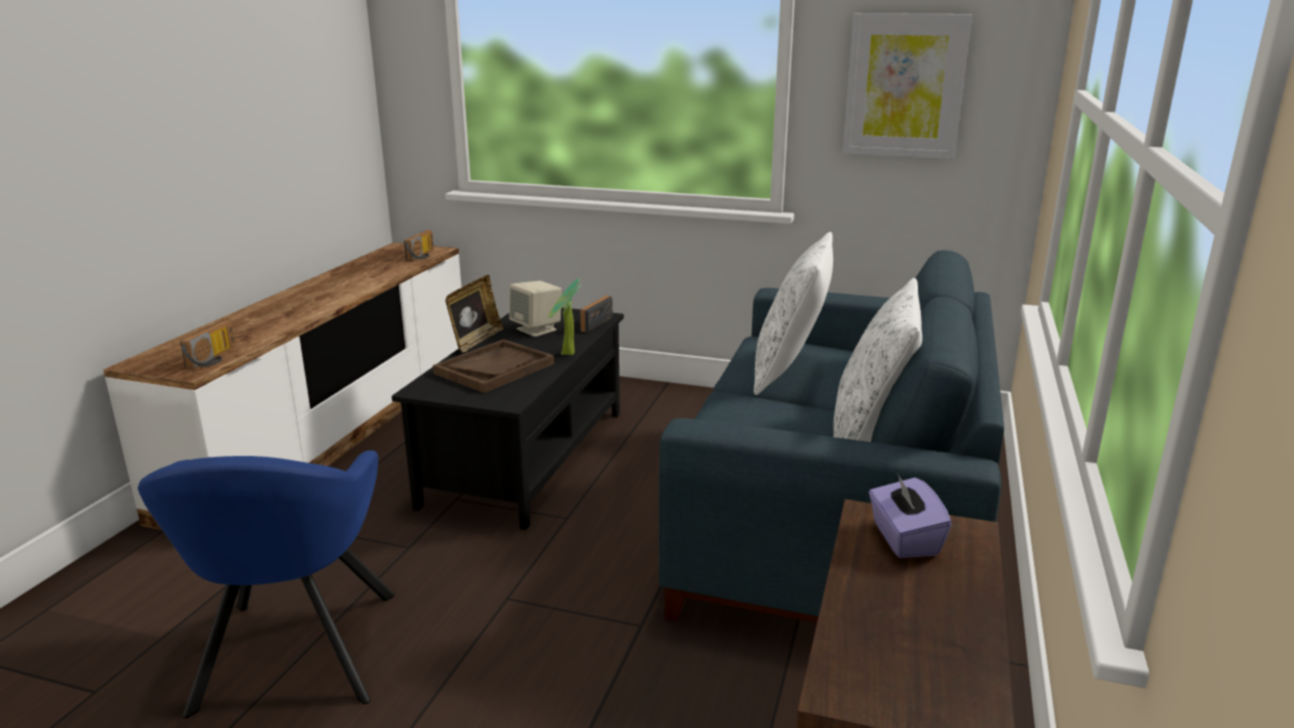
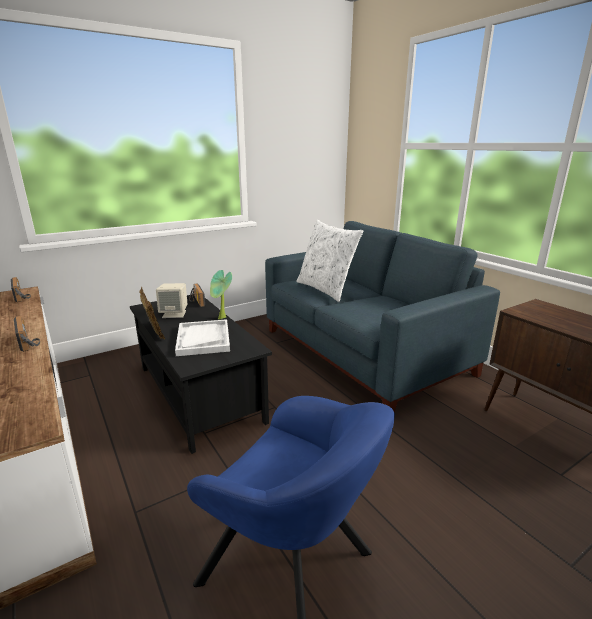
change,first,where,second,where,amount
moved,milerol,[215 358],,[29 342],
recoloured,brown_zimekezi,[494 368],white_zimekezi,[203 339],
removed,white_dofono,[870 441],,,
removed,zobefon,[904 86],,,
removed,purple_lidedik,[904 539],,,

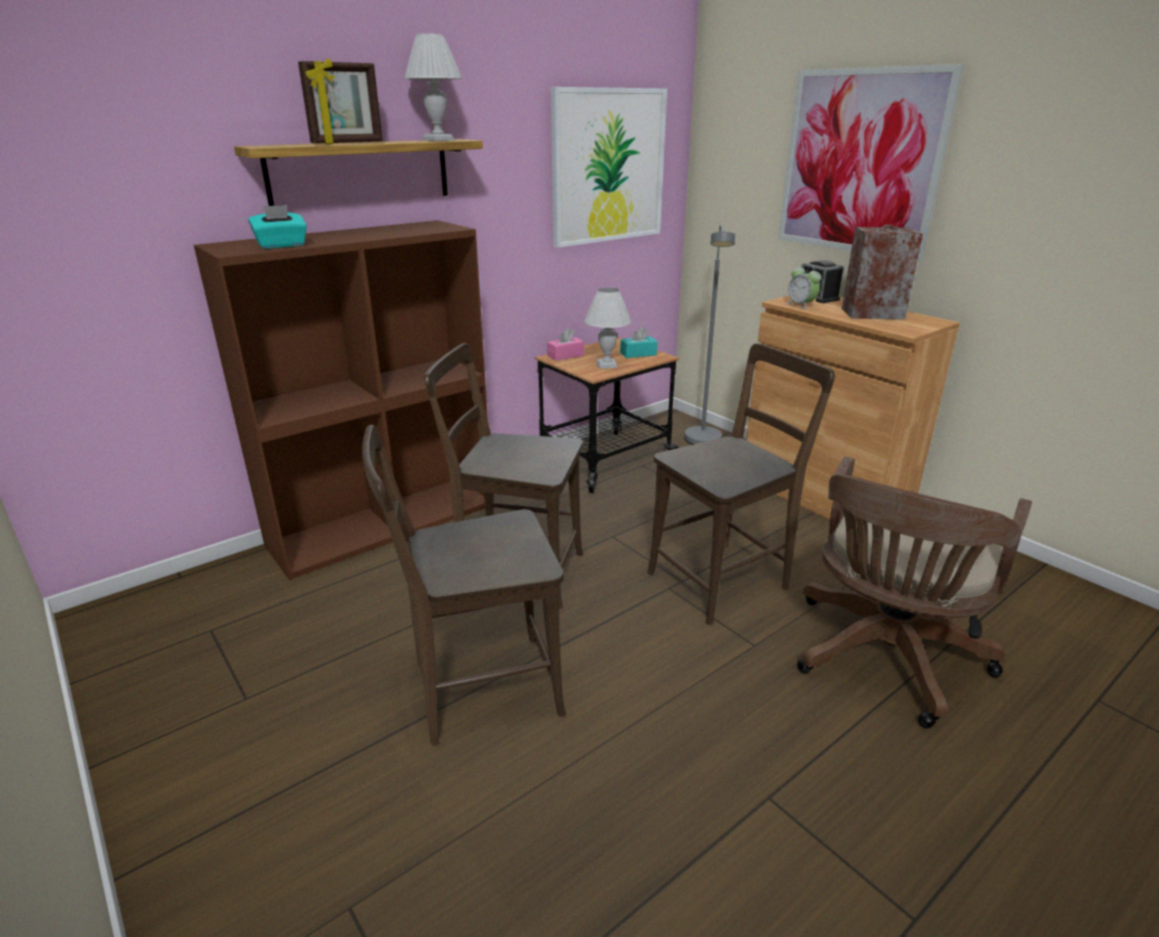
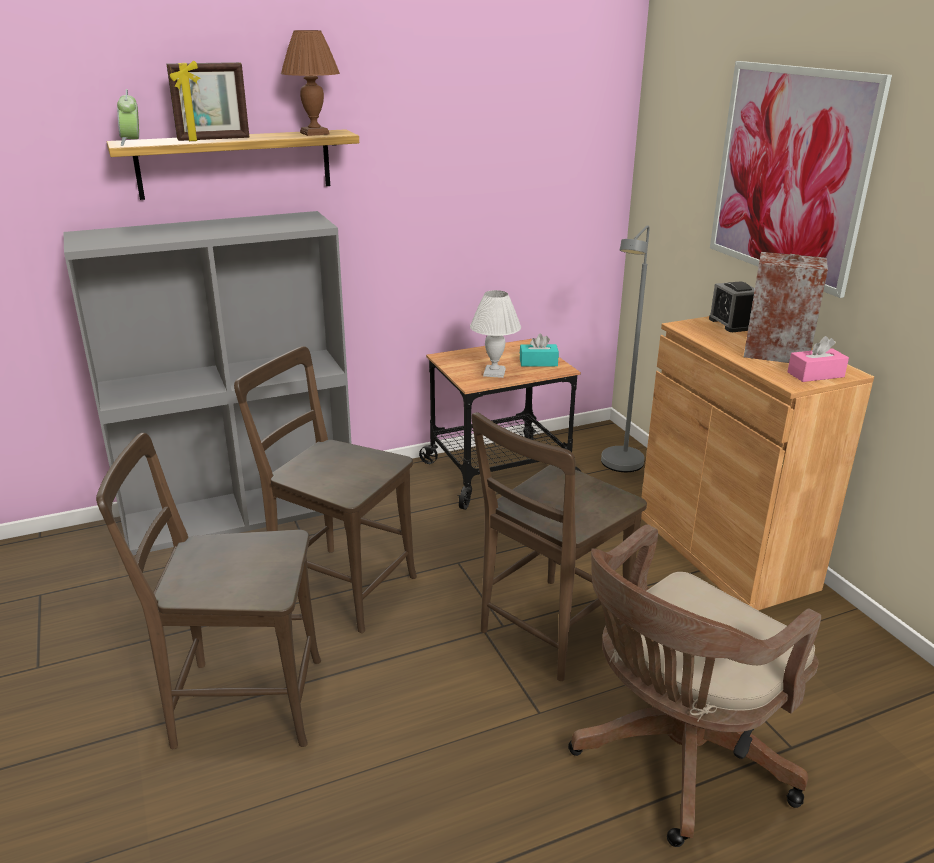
change,first,where,second,where,amount
recoloured,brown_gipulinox,[385 523],grey_gipulinox,[242 512],
removed,turquoise_lidedik,[281 245],,,
recoloured,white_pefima,[437 140],brown_pefima,[314 133],
moved,pink_lidedik,[565 355],,[815 374],
removed,zobefon,[608 166],,,
turned,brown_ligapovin,[723 579],,[549 631],150 degrees clockwise
moved,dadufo,[801 305],,[132 143],

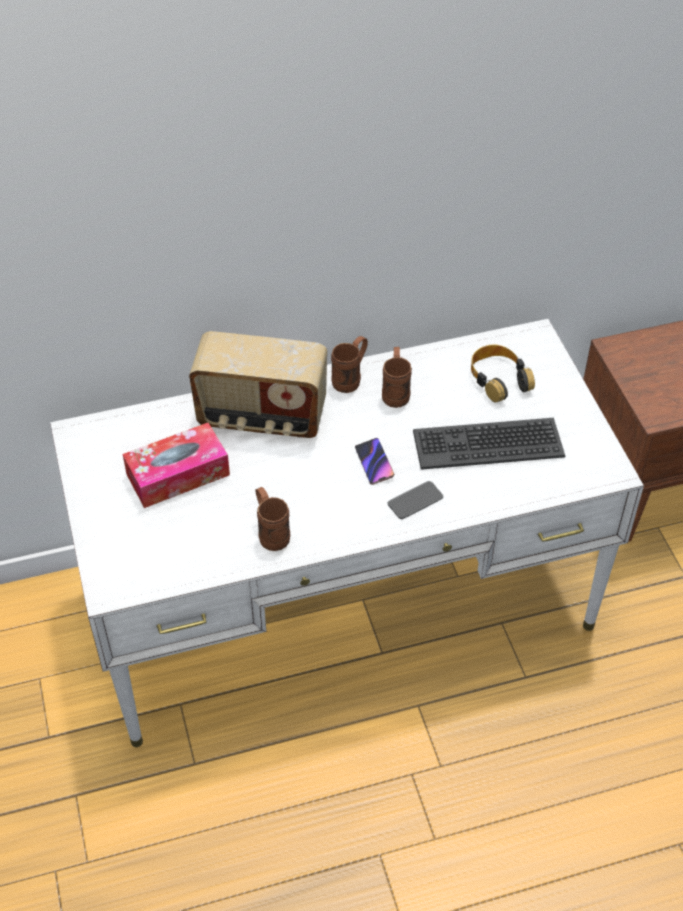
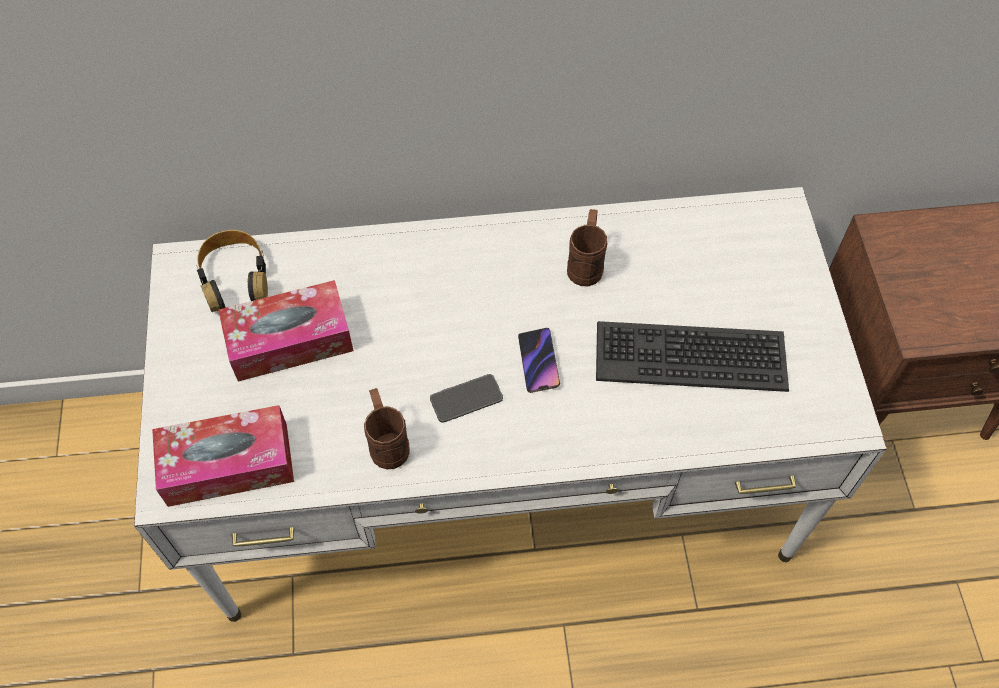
change,first,where,second,where,amount
removed,milerol,[262 417],,,
removed,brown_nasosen,[351 379],,,
moved,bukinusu,[415 501],,[466 399],
moved,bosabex,[499 379],,[234 277],
added,,,lidedik,[228 464],

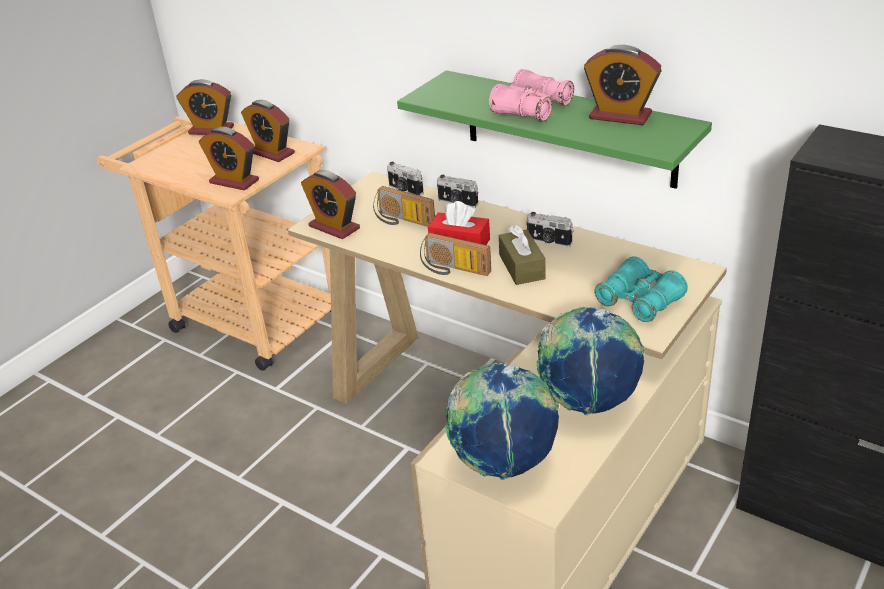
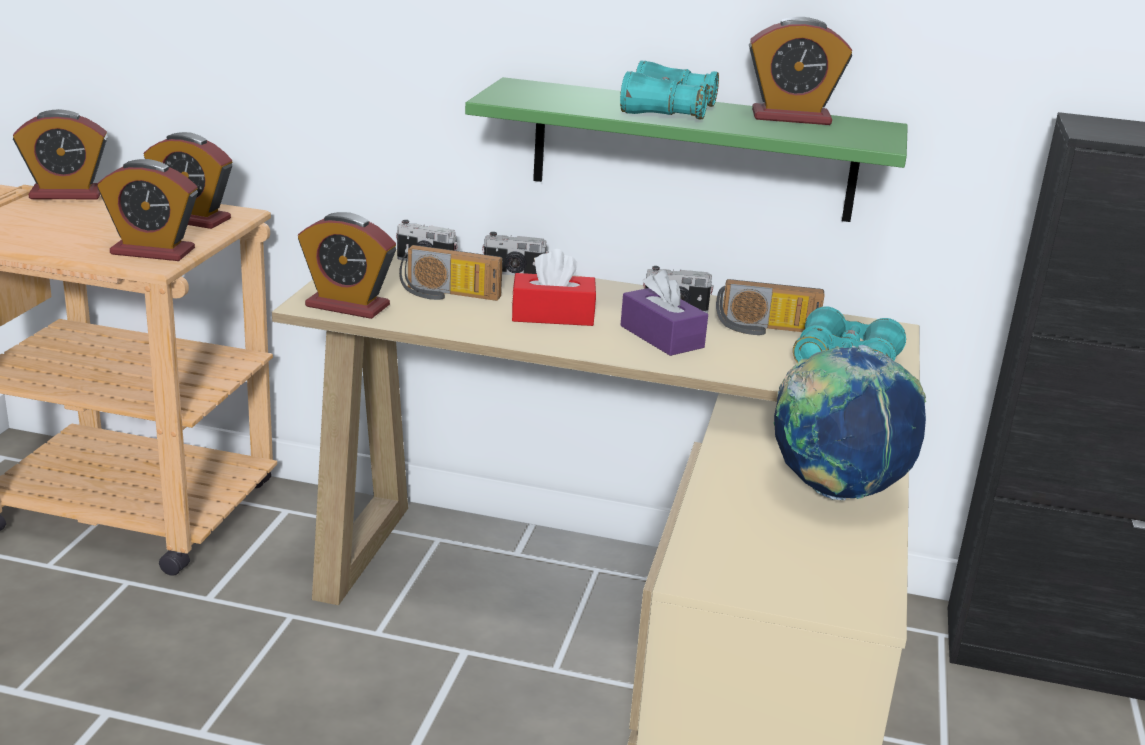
change,first,where,second,where,amount
moved,milerol,[453 270],,[765 330],
removed,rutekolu,[503 462],,,
recoloured,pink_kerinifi,[531 109],turquoise_kerinifi,[667 110],
recoloured,brown_lidedik,[522 267],purple_lidedik,[661 336],

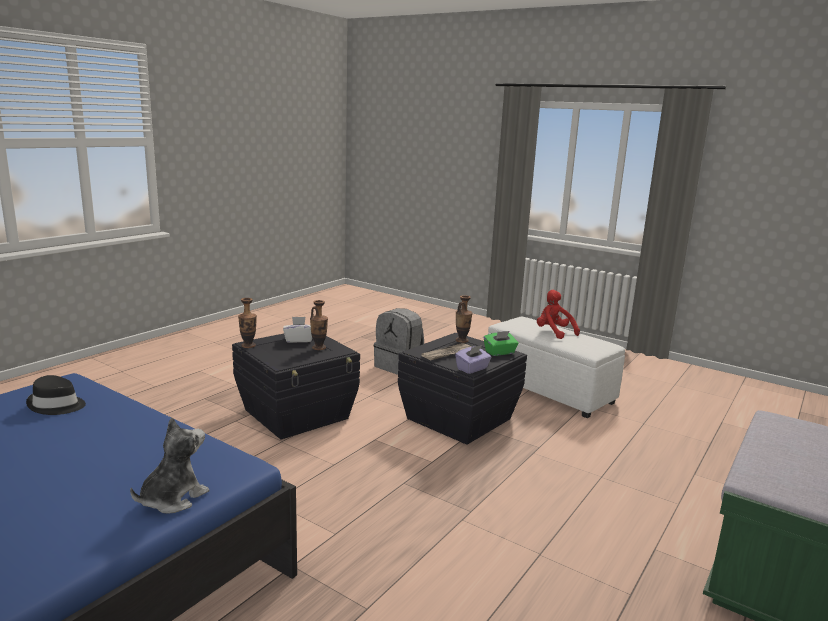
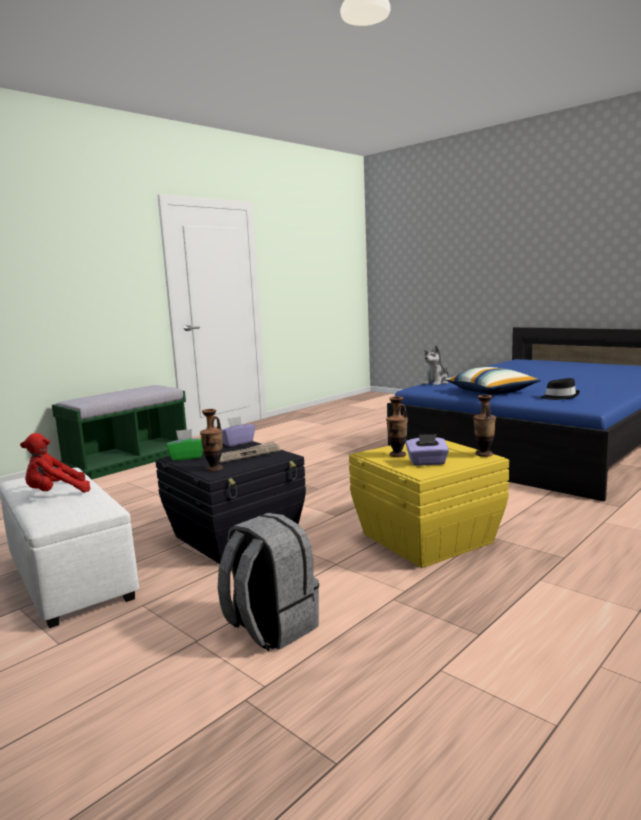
change,first,where,second,where,amount
recoloured,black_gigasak,[297 414],yellow_gigasak,[425 538],
recoloured,white_lidedik,[298 340],purple_lidedik,[427 462],
turned,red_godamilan,[554 332],,[55 494],90 degrees clockwise
added,,,dofono,[491 392],

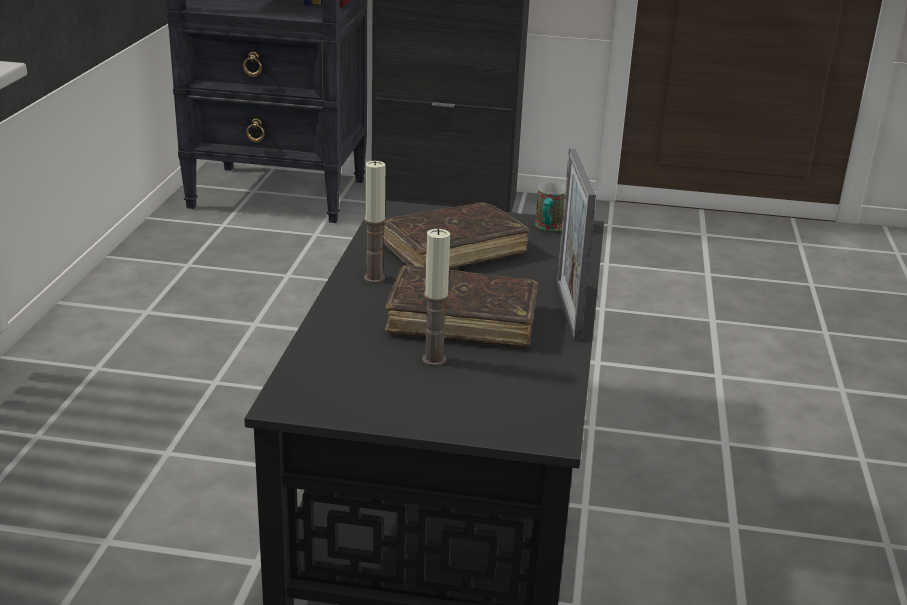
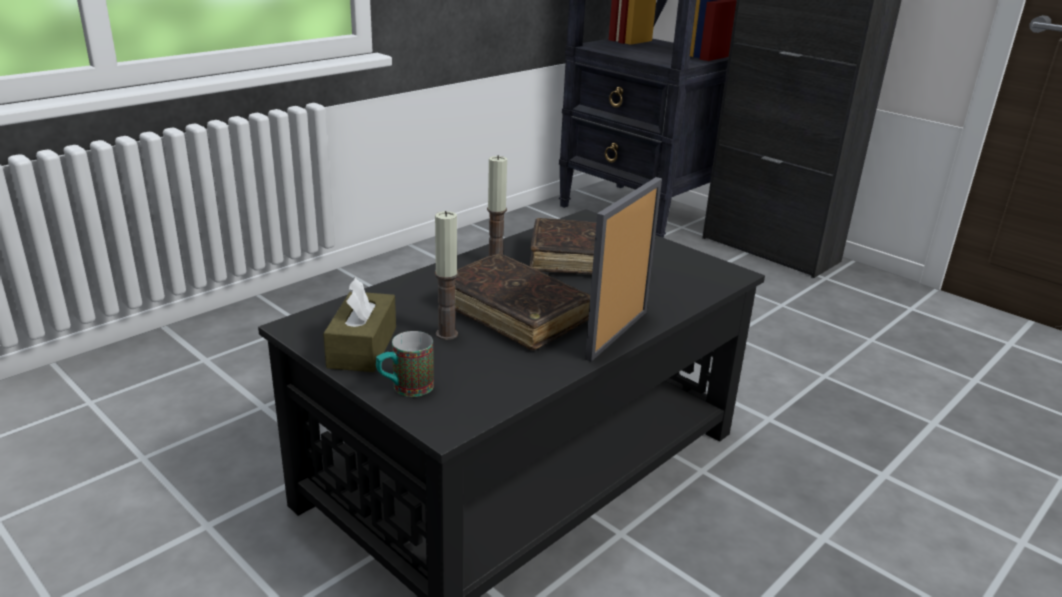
change,first,where,second,where,amount
moved,nasosen,[548 228],,[405 389],
added,,,brown_lidedik,[362 347],

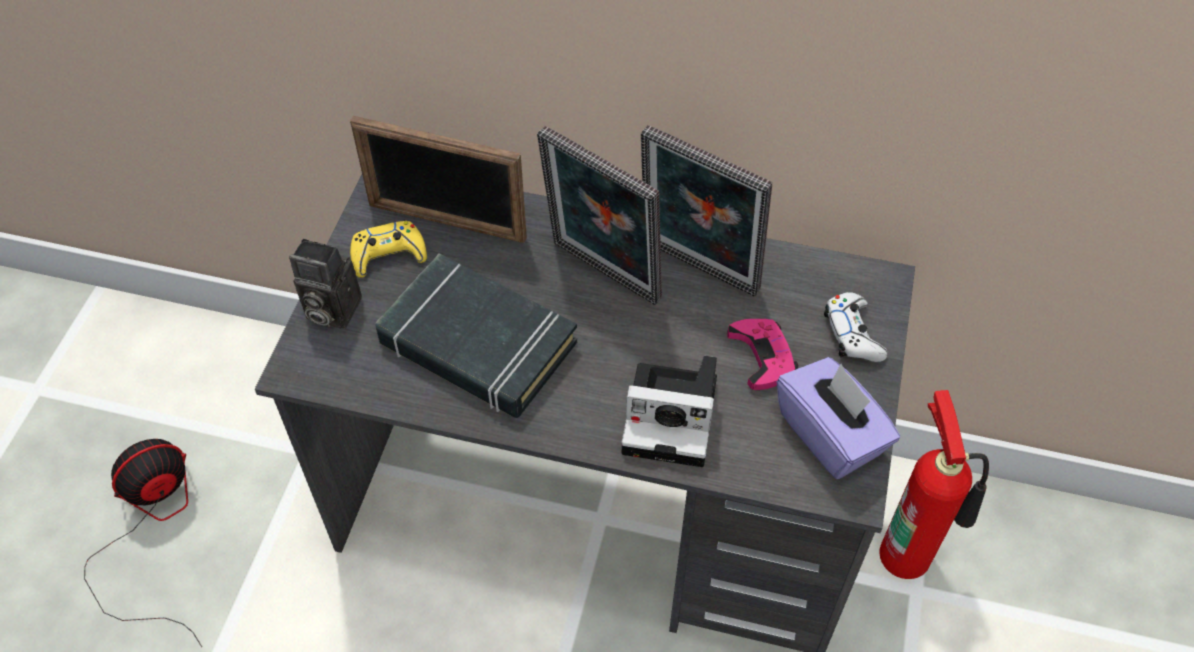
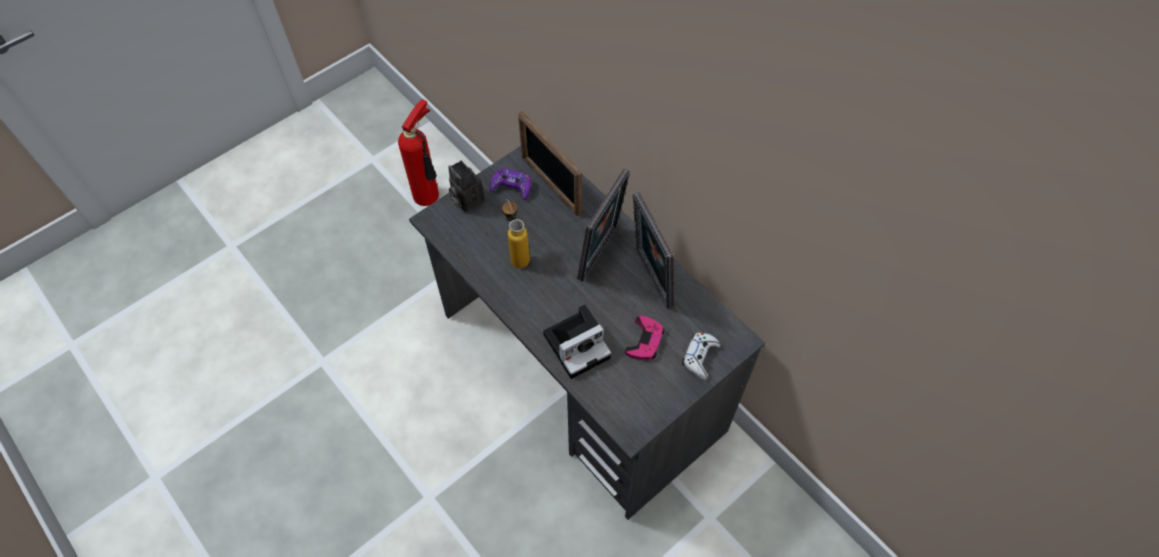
change,first,where,second,where,amount
removed,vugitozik,[152 530],,,
recoloured,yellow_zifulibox,[388 255],purple_zifulibox,[512 187],
replaced,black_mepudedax,[477 344],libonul,[517 254],
turned,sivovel,[601 275],,[601 254],135 degrees counterclockwise
turned,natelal,[674 416],,[578 344],75 degrees counterclockwise
removed,purple_lidedik,[830 434],,,
moved,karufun,[909 551],,[429 195],

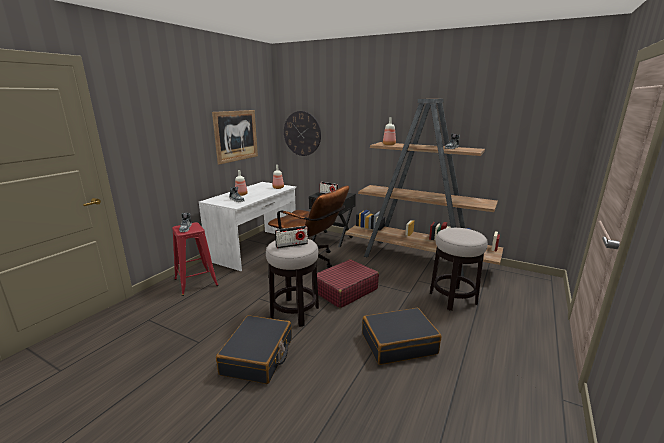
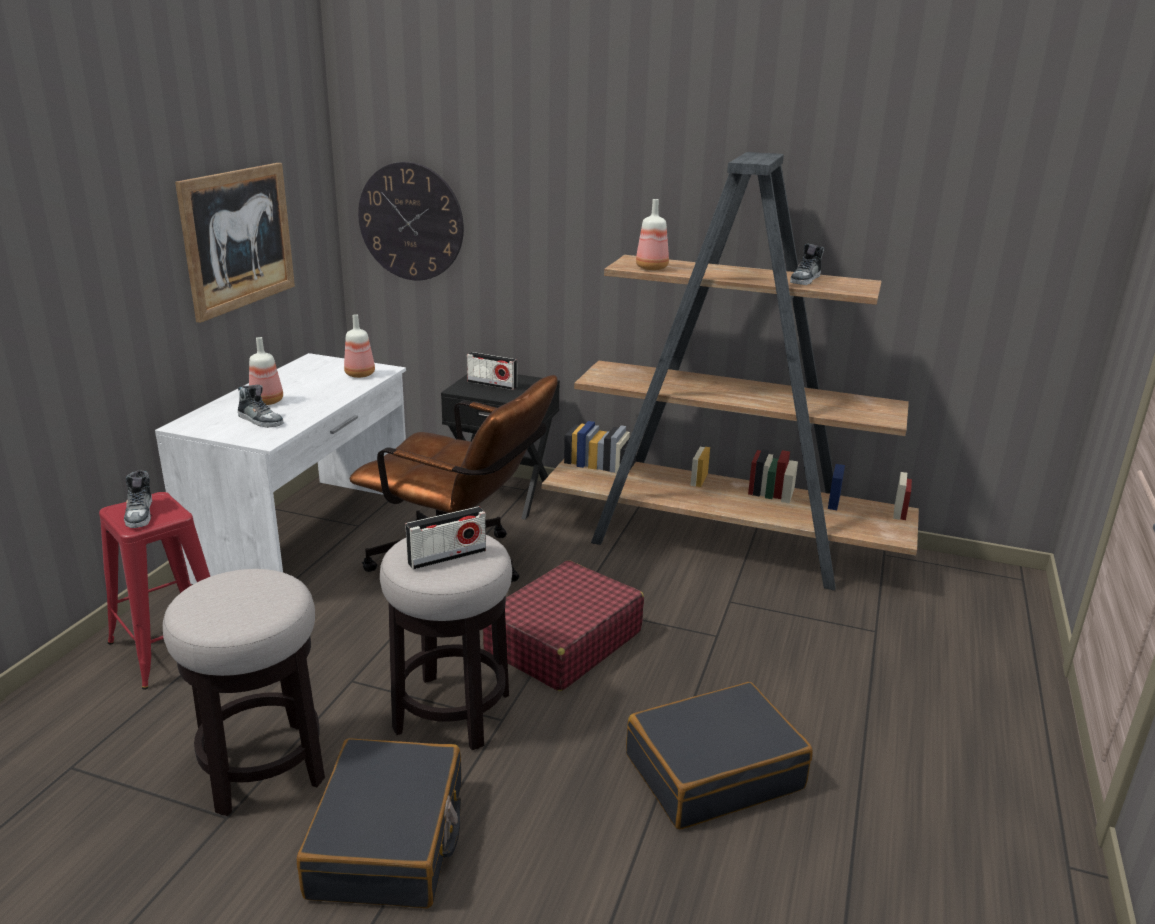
change,first,where,second,where,amount
moved,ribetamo,[453 298],,[262 767],

